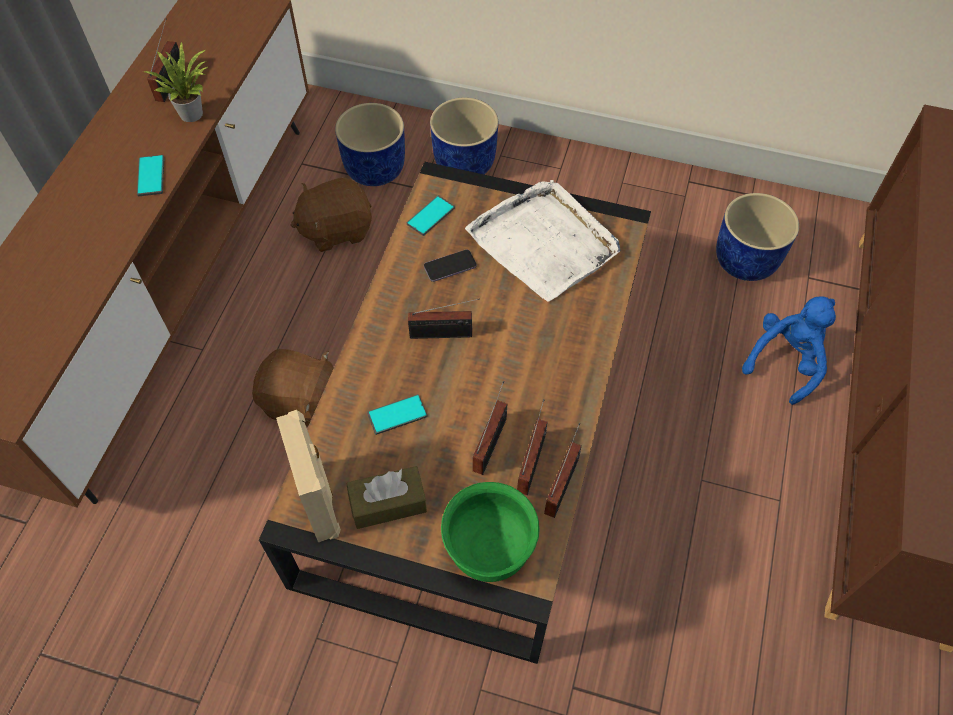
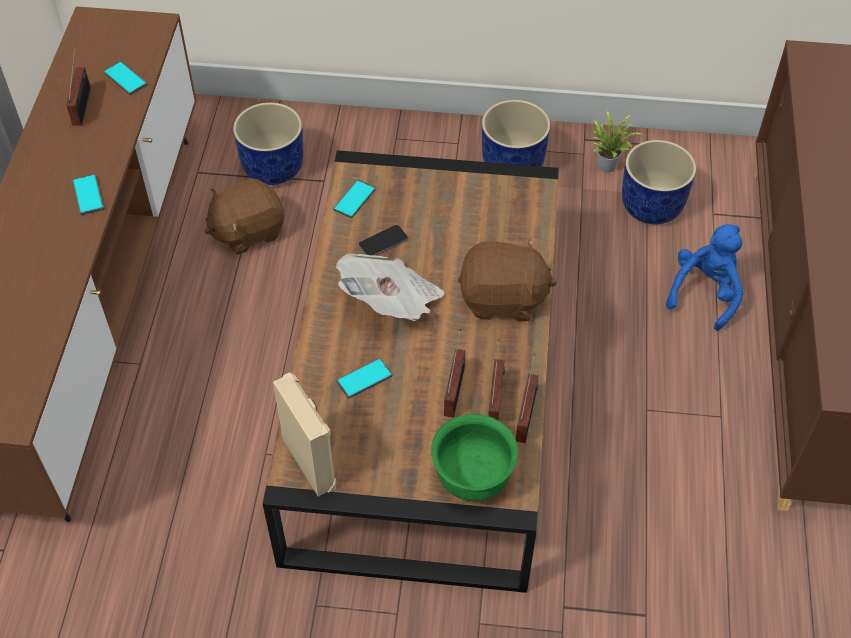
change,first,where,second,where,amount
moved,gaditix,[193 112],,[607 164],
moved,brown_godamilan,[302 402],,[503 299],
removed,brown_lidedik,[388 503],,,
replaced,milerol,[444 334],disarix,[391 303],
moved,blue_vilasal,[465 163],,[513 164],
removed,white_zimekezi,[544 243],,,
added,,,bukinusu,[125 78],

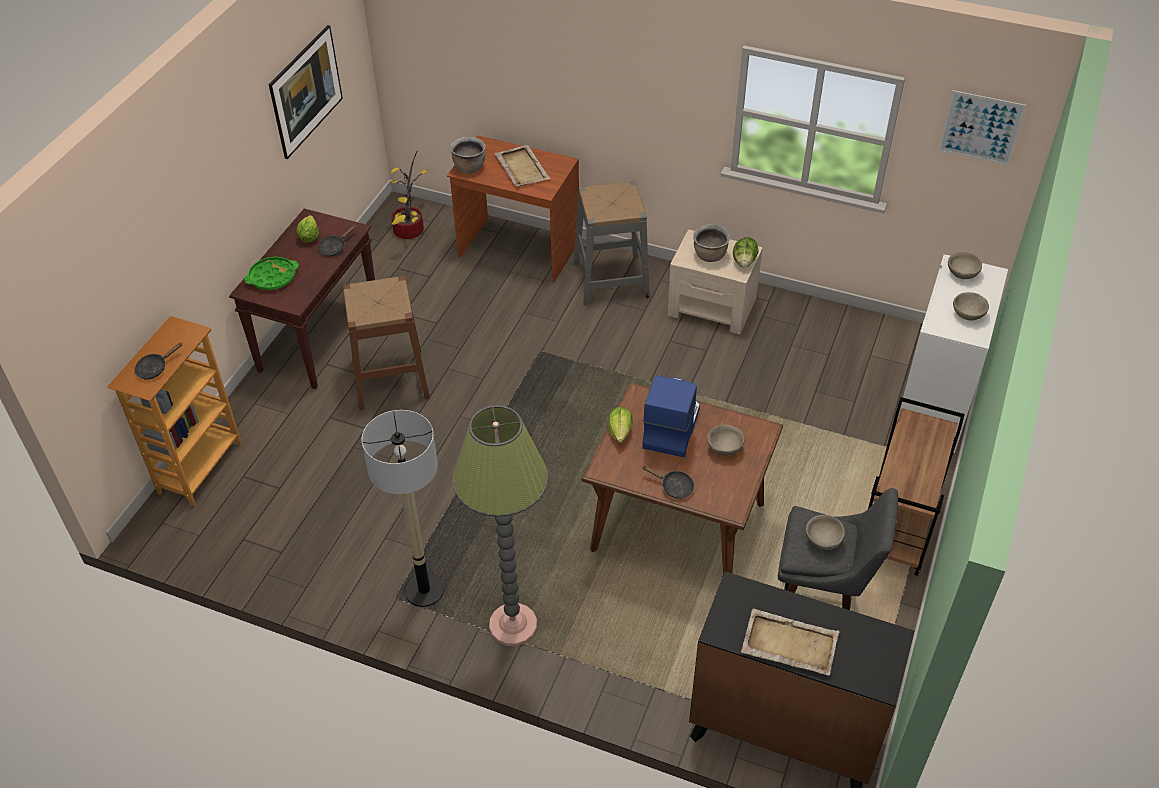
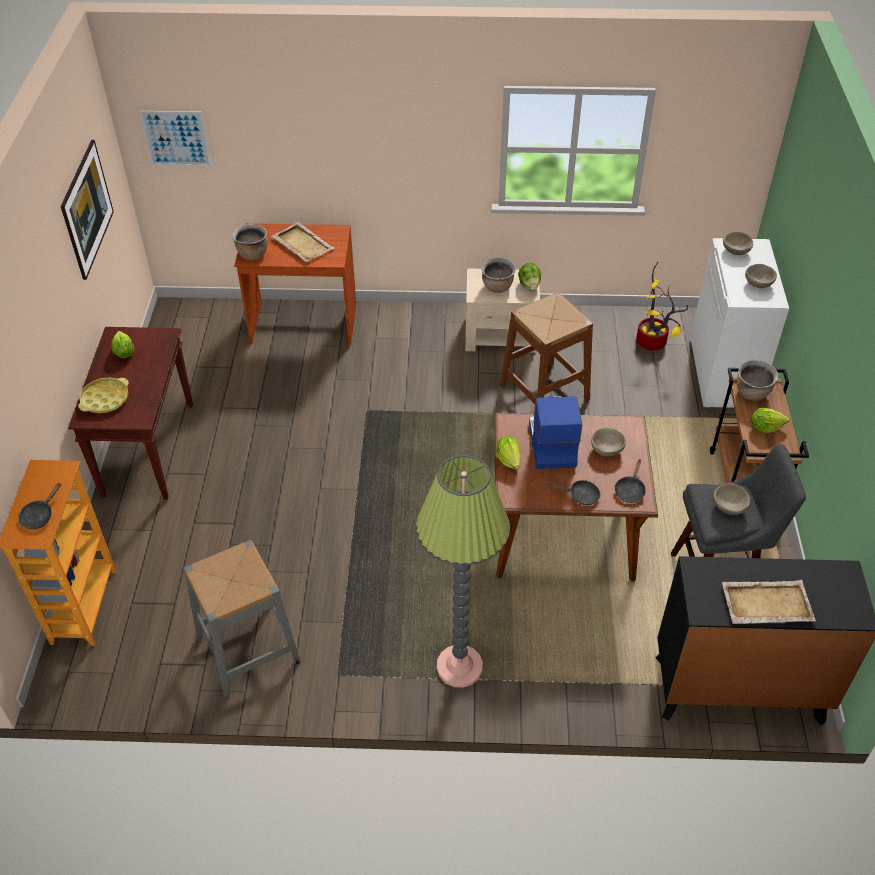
change,first,where,second,where,amount
recoloured,green_zimekezi,[272 277],yellow_zimekezi,[105 399],
moved,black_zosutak,[334 247],,[630 490],
moved,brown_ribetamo,[390 379],,[544 392],
removed,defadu,[424 590],,,
moved,gaditix,[410 232],,[654 342],
moved,grey_ribetamo,[611 279],,[248 649],
moved,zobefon,[981 128],,[176 138],
added,,,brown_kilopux,[752 393],
added,,,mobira,[765 427],

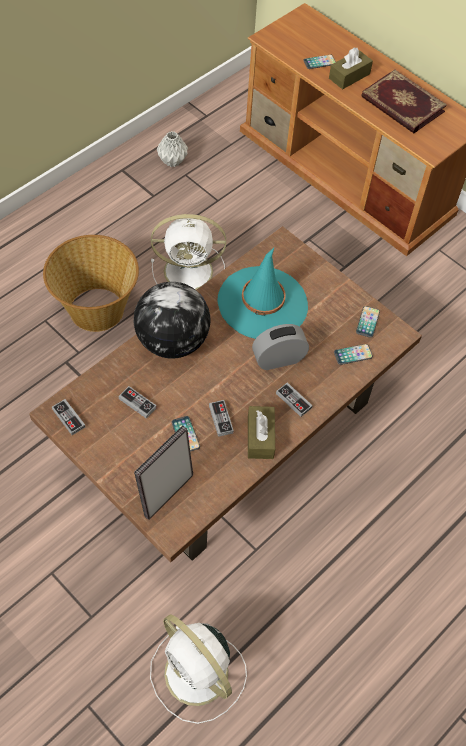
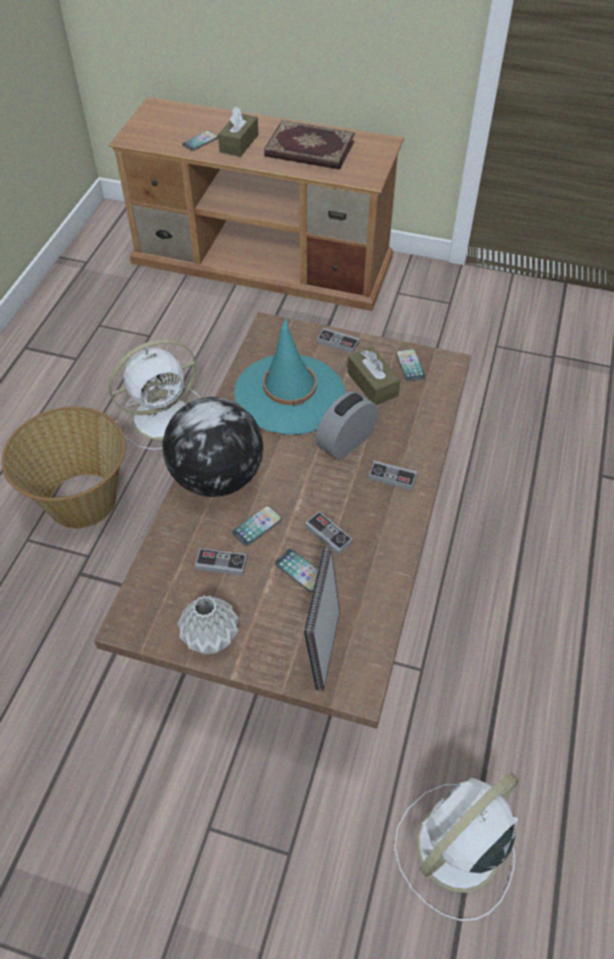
change,first,where,second,where,amount
moved,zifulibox,[68 418],,[338 342],
turned,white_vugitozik,[198 675],,[455 849],120 degrees clockwise
moved,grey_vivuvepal,[172 161],,[210 638],
moved,brown_lidedik,[260 437],,[372 384],
moved,bukinusu,[353 355],,[257 526],

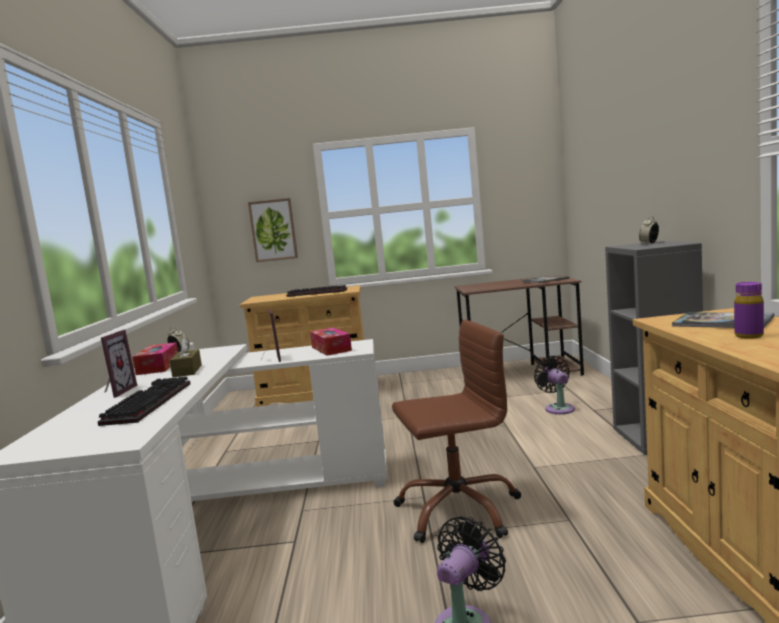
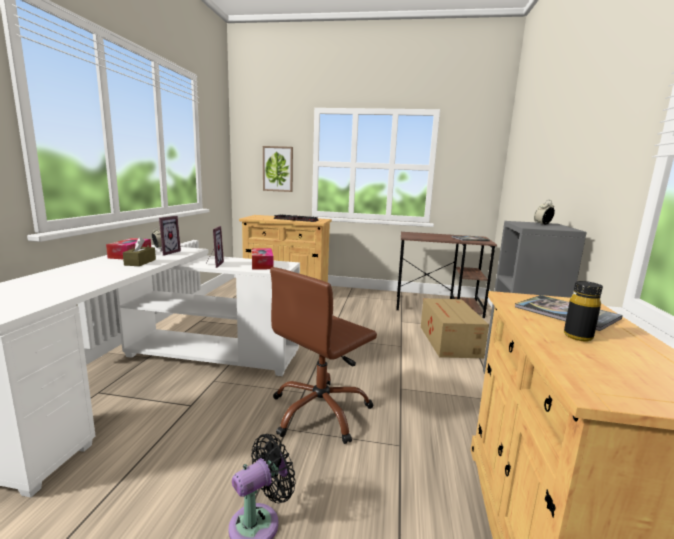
change,first,where,second,where,amount
removed,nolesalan,[147 402],,,
moved,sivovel,[116 392],,[166 252],
turned,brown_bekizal,[458 510],,[320 411],135 degrees clockwise
replaced,black_vugitozik,[558 408],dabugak,[449 341],
recoloured,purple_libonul,[749 336],black_libonul,[578 336],

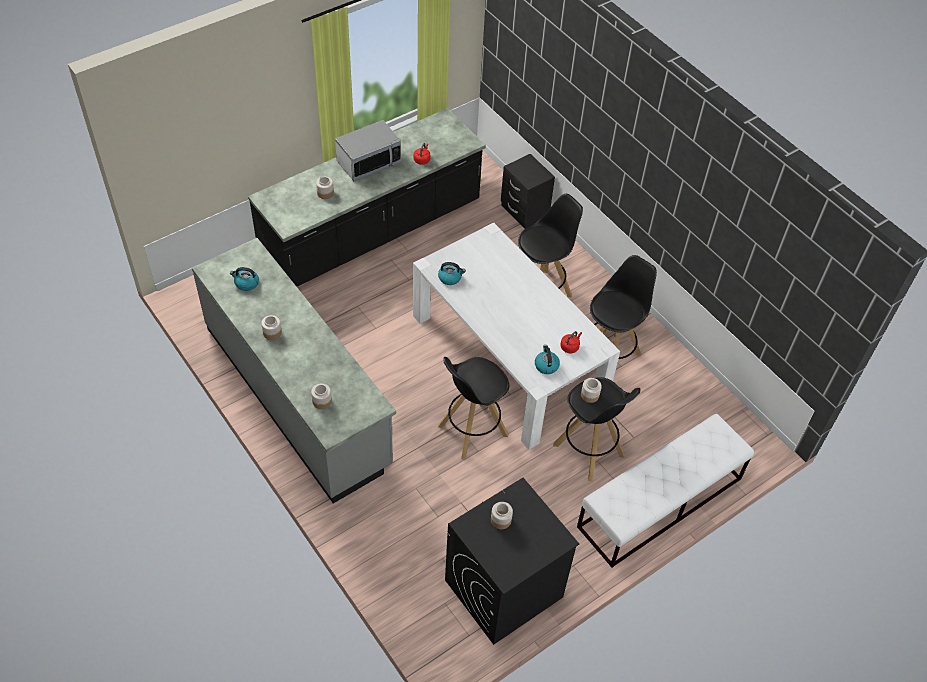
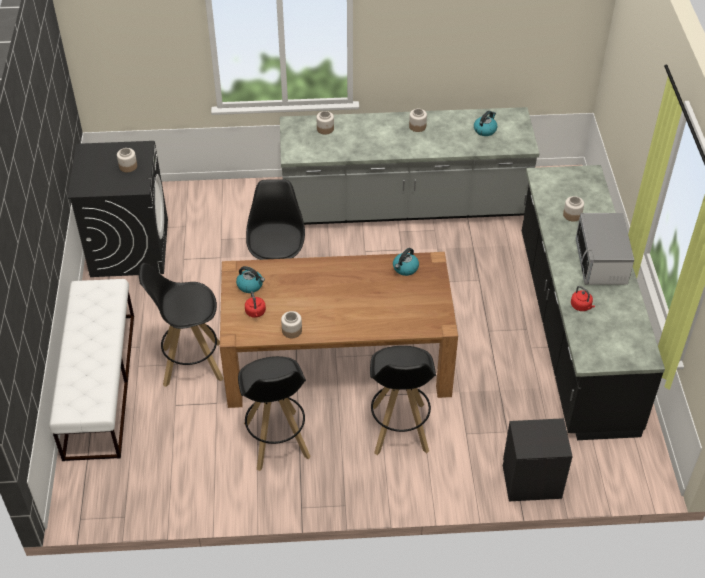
change,first,where,second,where,amount
recoloured,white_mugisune,[507 357],brown_mugisune,[337 359],
moved,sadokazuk,[590 395],,[291 331],

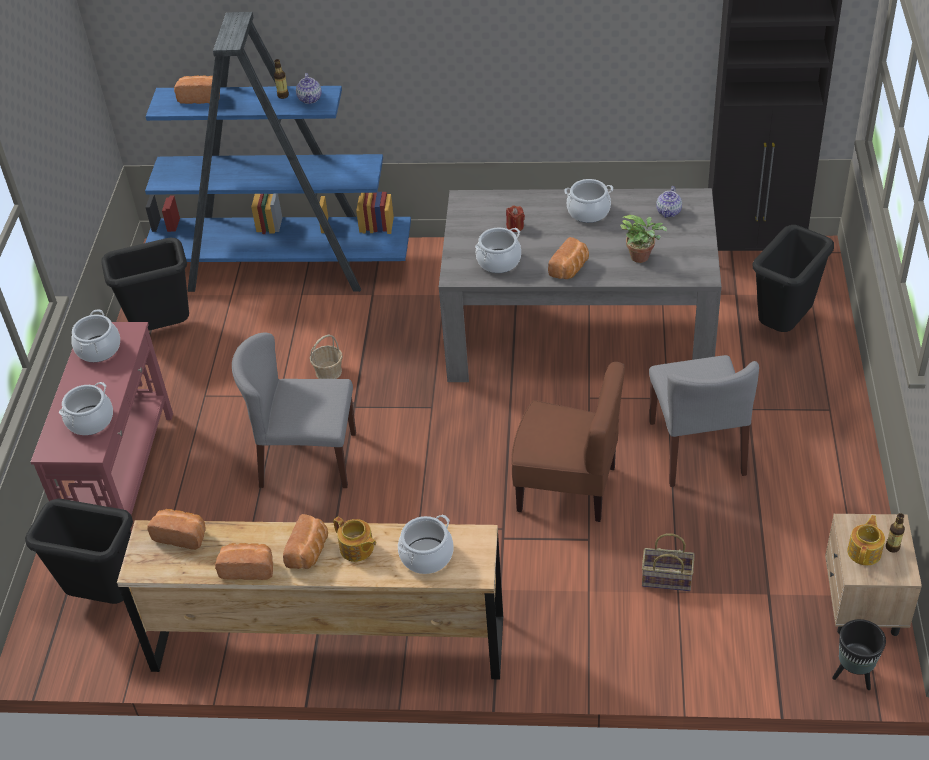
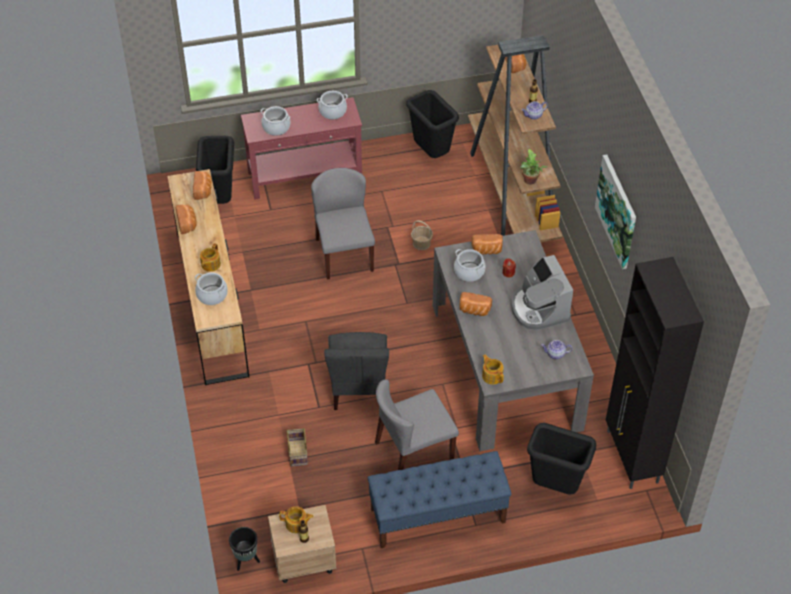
change,first,where,second,where,amount
recoloured,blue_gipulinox,[283 266],brown_gipulinox,[512 192],
moved,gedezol,[309 552],,[487 251],
recoloured,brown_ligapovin,[567 487],grey_ligapovin,[358 388],
replaced,kilopux,[588 212],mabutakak,[539 309],
moved,gaditix,[642 257],,[530 181],
added,,,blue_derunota,[437 515],
added,,,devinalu,[492 375],
added,,,zobefon,[617 211],

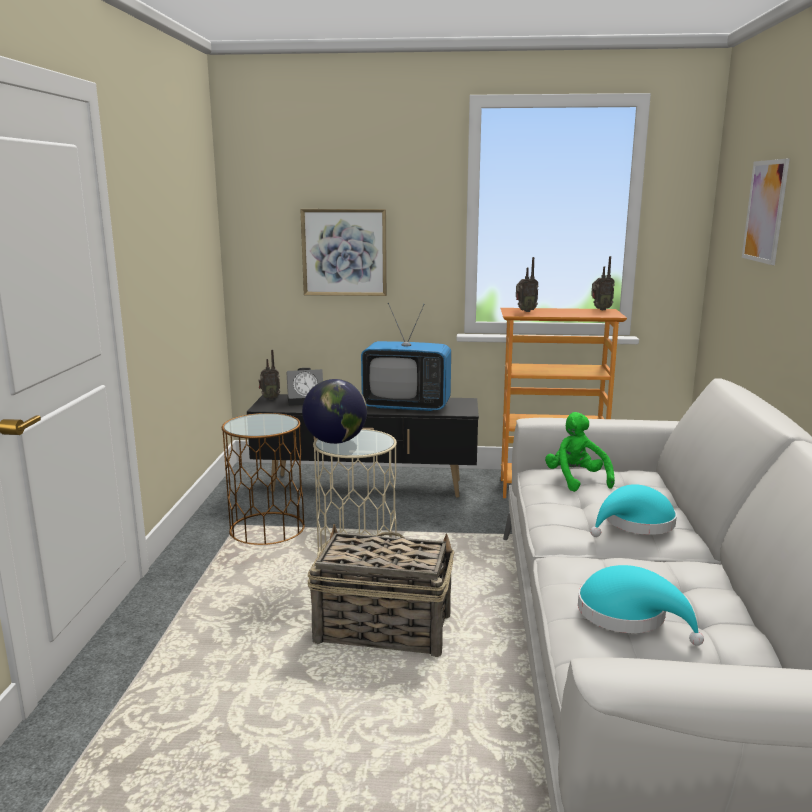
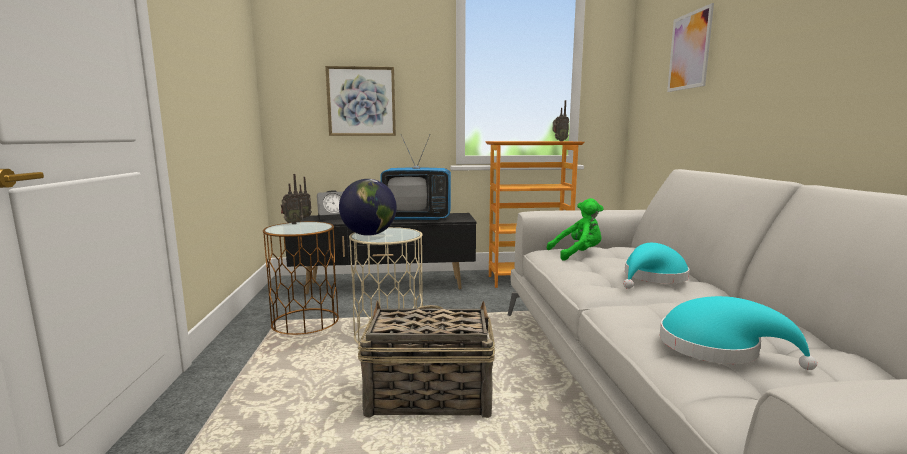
change,first,where,second,where,amount
moved,milerol,[525 311],,[292 223],
turned,green_godamilan,[576 480],,[577 254],105 degrees clockwise

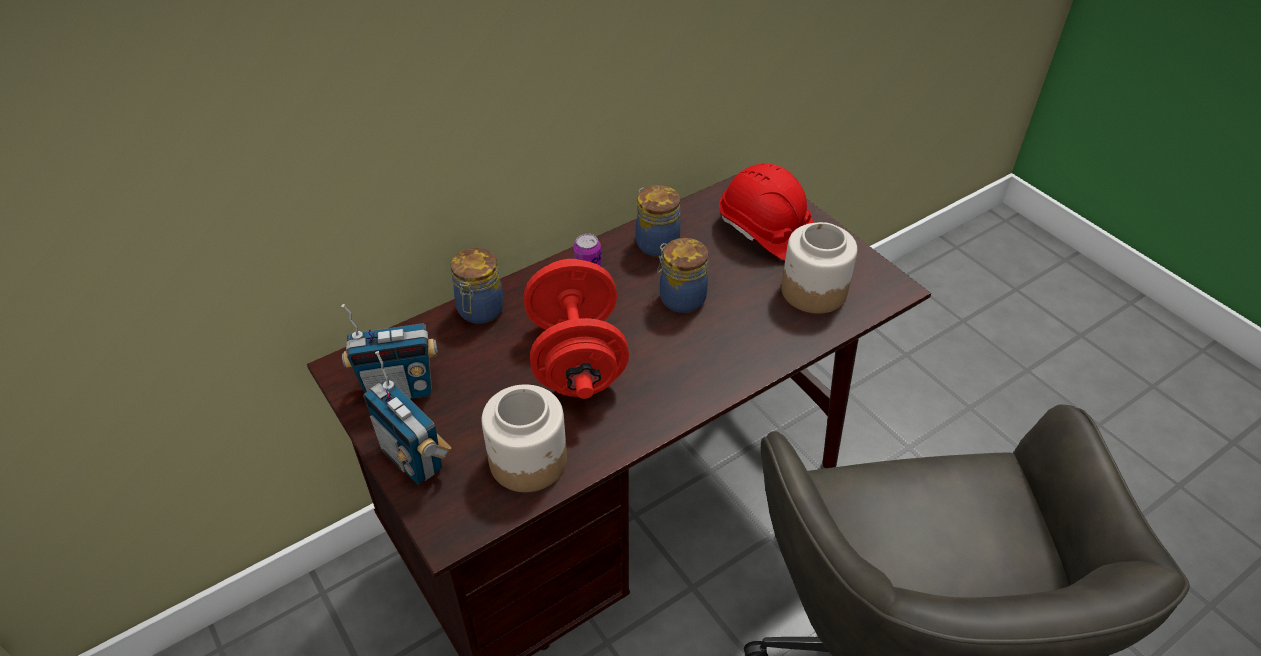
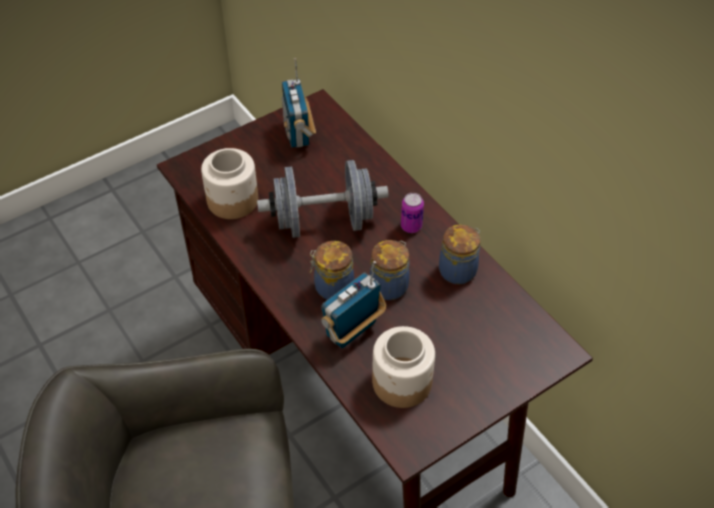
change,first,where,second,where,amount
moved,milerol,[413 458],,[352 330],
moved,sadokazuk,[480 311],,[332 287],
recoloured,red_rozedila,[576 358],grey_rozedila,[323 222],
removed,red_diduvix,[766 231],,,

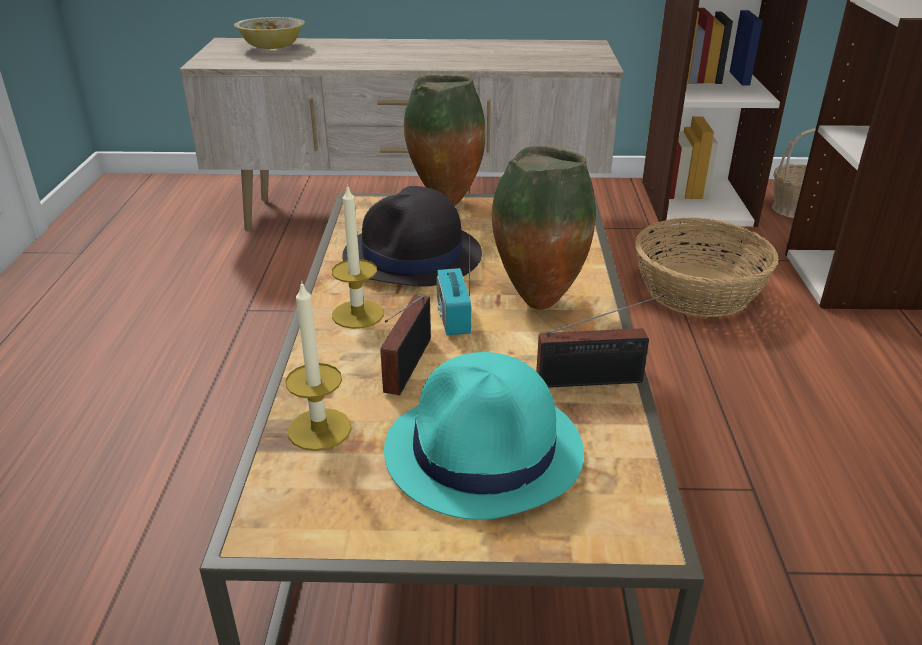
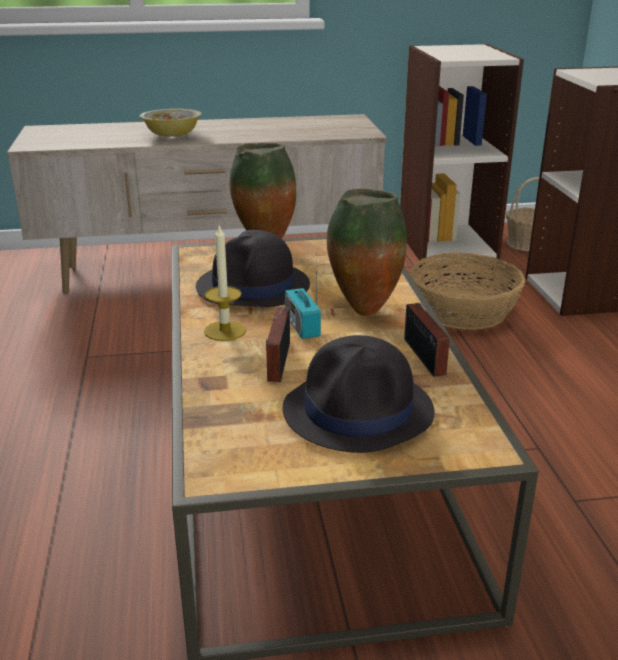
change,first,where,second,where,amount
moved,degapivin,[272 47],,[172 135],
removed,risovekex,[319 429],,,
recoloured,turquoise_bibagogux,[485 451],black_bibagogux,[359 411],
turned,milerol,[595 380],,[425 359],90 degrees clockwise

